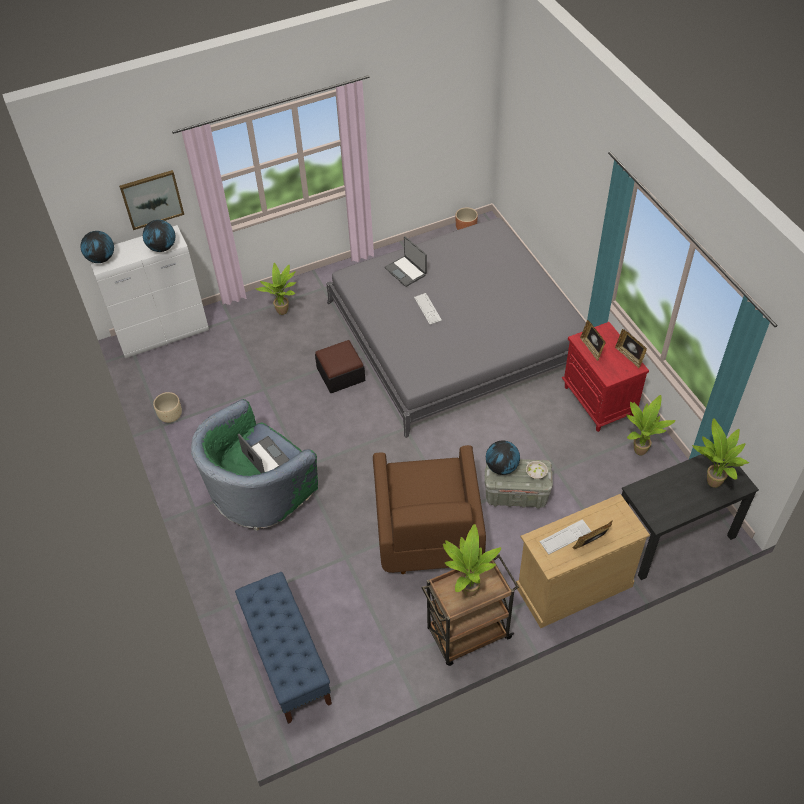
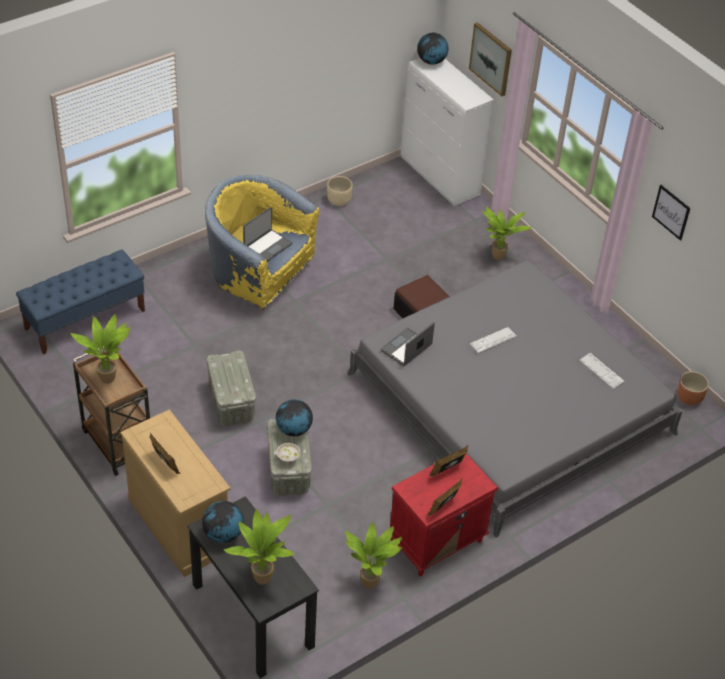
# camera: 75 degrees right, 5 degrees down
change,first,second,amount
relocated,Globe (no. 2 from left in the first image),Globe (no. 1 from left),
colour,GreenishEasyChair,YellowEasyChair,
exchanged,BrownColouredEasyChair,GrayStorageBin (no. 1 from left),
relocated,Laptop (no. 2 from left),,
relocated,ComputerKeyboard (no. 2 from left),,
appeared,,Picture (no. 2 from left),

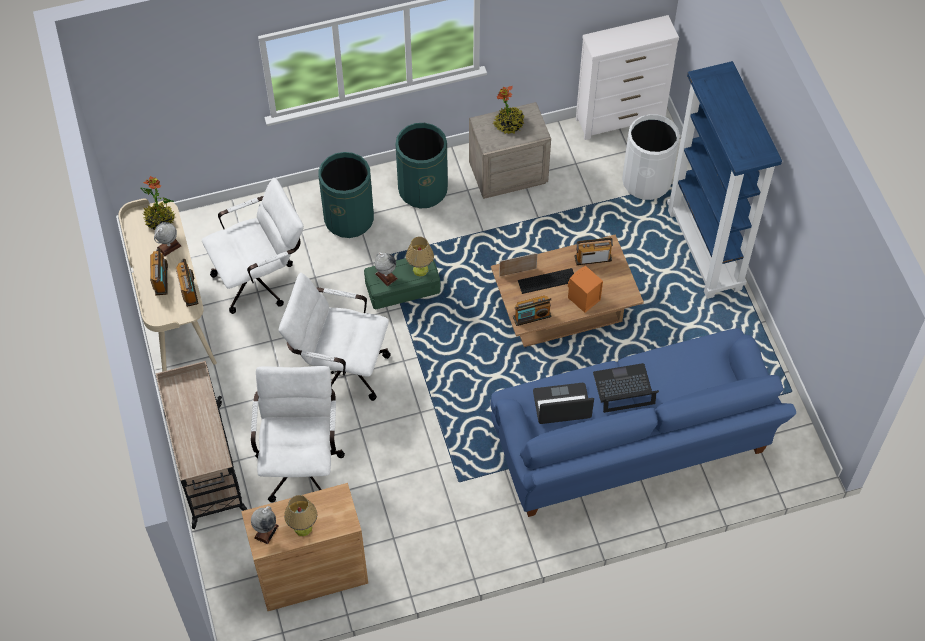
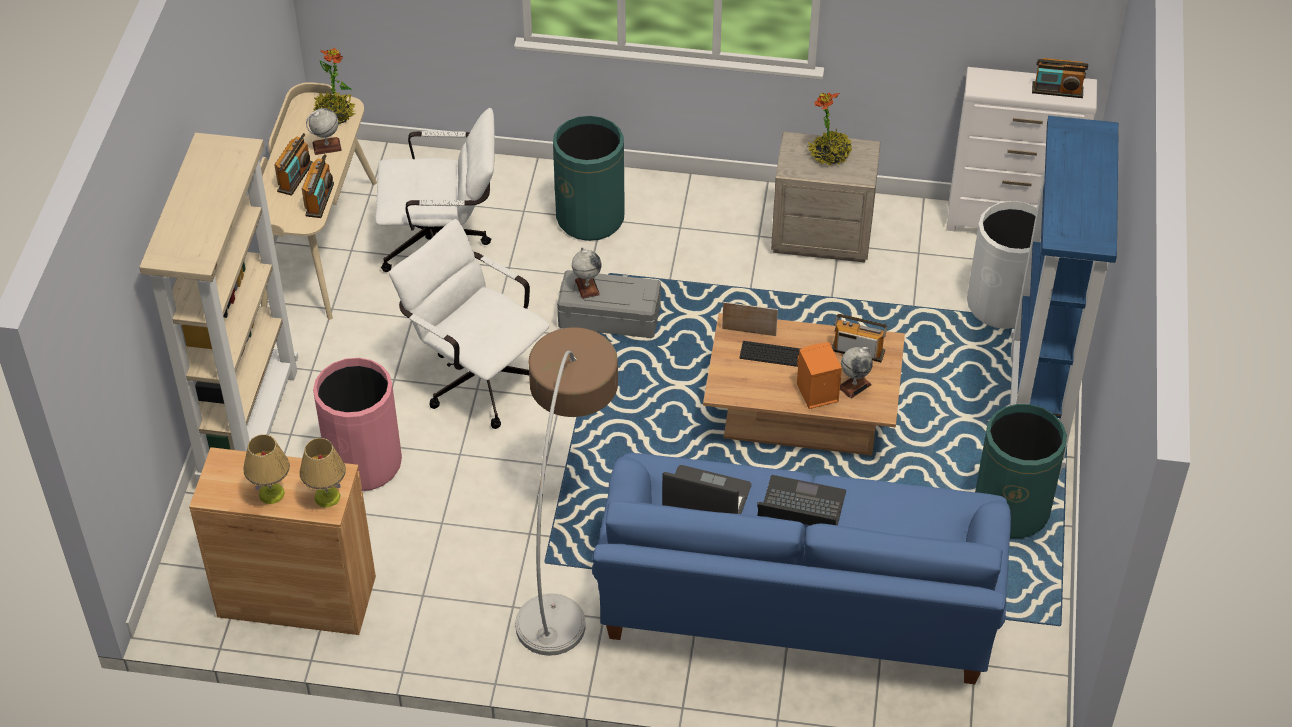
# camera: 25 degrees right, 10 degrees down
change,first,second,amount
exchanged,BeigeCart,BeigeShelvingUnit,
relocated,TabletopLamp (no. 2 from left),,
exchanged,WhiteColouredComputerChair (no. 2 from left),PinkishWasteBin,
appeared,,StandingLamp,
colour,GreenishStorageBin,GrayStorageBin,
relocated,Globe (no. 2 from left in the first image),Globe (no. 3 from left),
relocated,GreenishWasteBin (no. 2 from left),,
relocated,RadioReceiver (no. 3 from left in the first image),RadioReceiver (no. 4 from left),

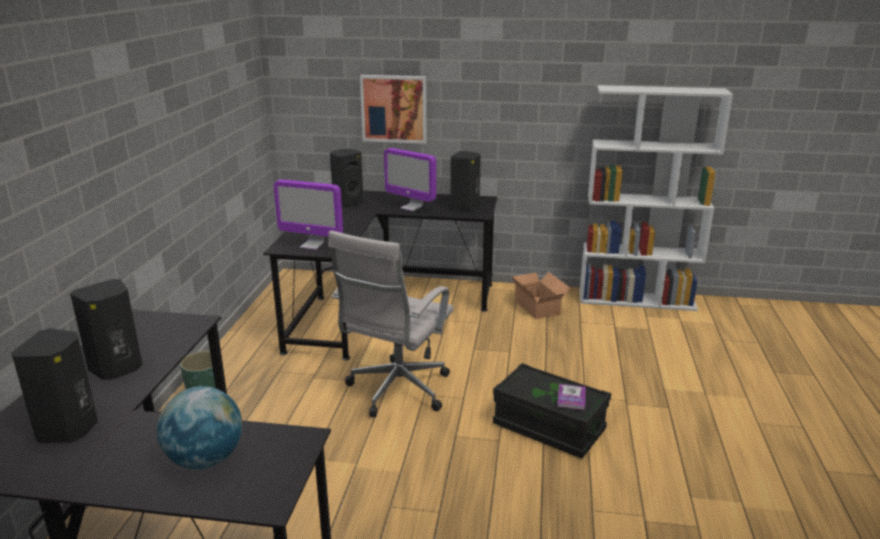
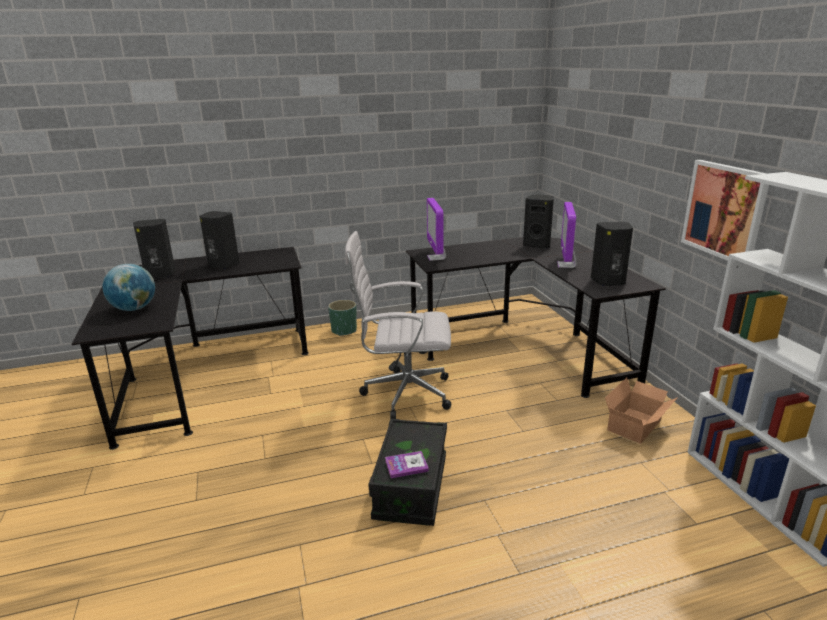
# camera: 65 degrees right, 0 degrees up
change,first,second,amount
relocated,Picture,,

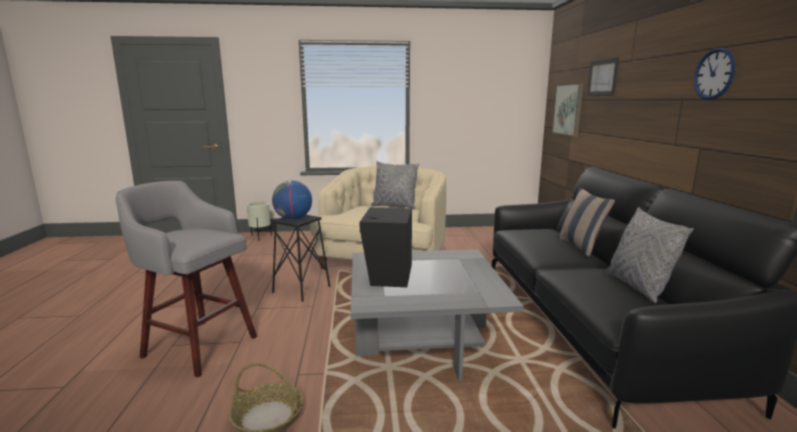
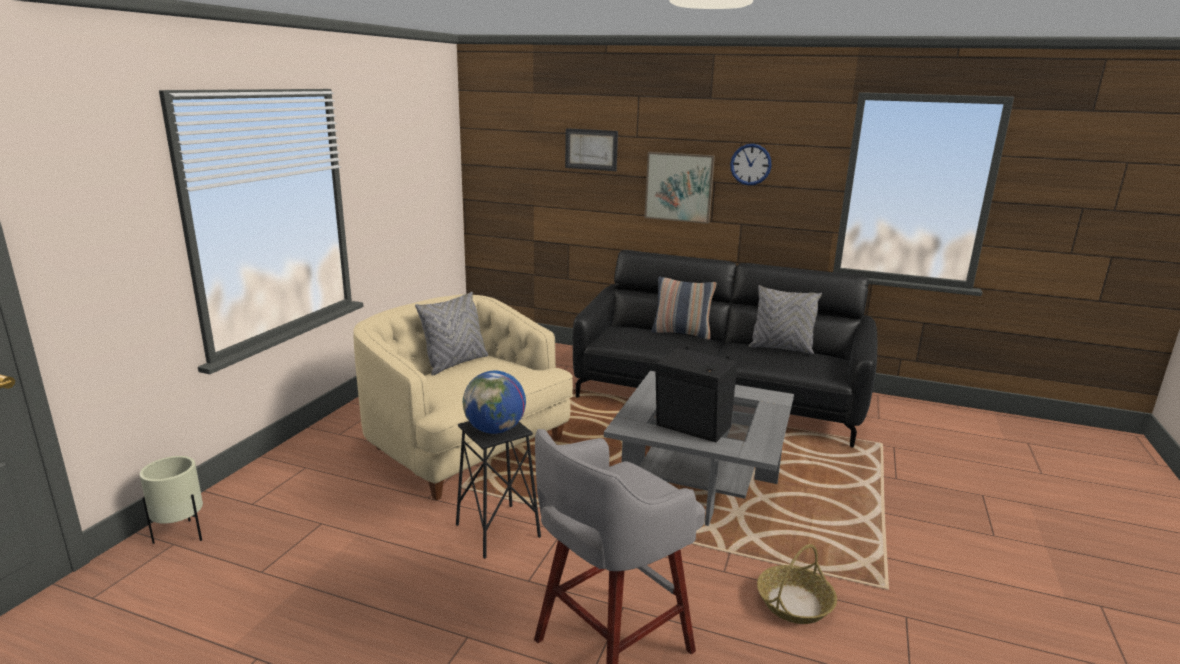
# camera: 65 degrees left, 5 degrees up
change,first,second,amount
relocated,Picture (no. 1 from left in the first image),Picture (no. 2 from left),

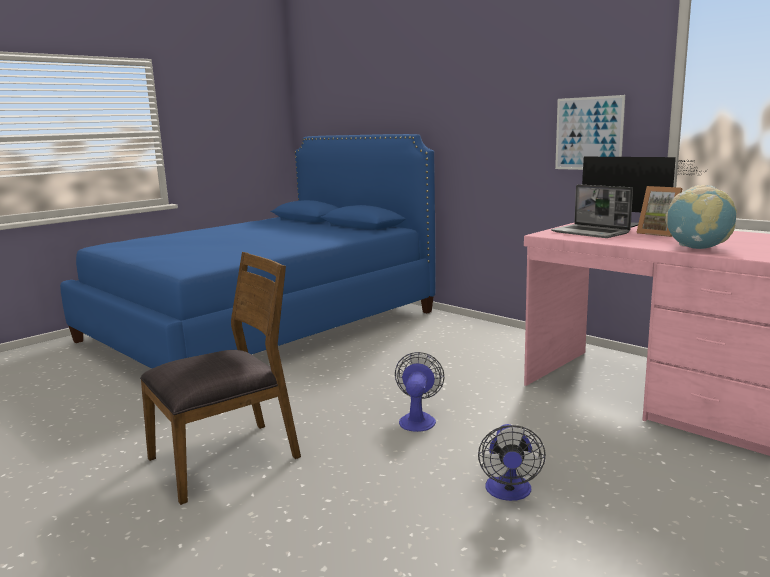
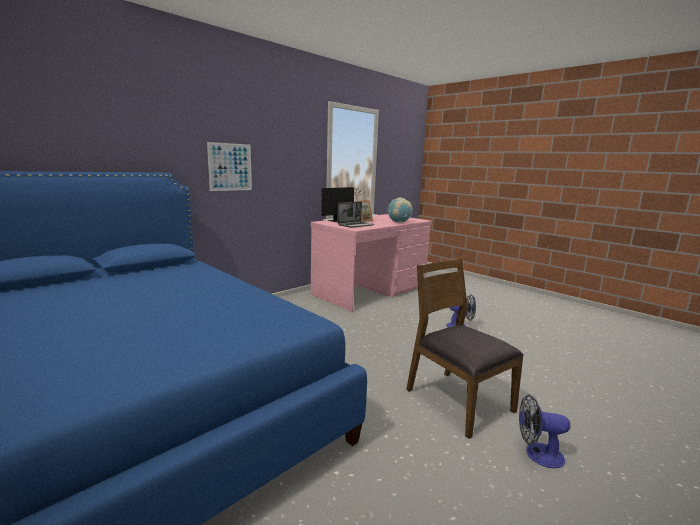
# camera: 90 degrees left, 0 degrees up
change,first,second,amount
relocated,Picture,,
relocated,CoolingFan (no. 1 from left in the first image),CoolingFan (no. 2 from left),

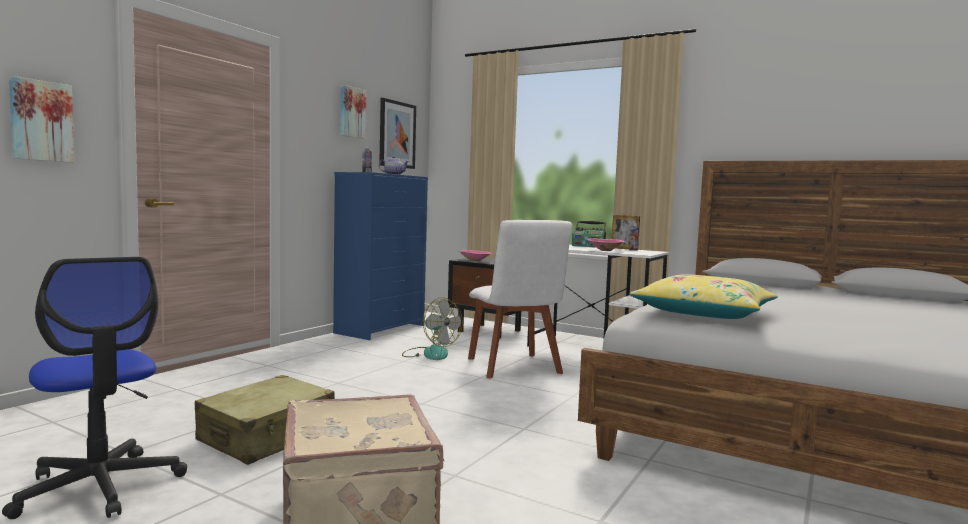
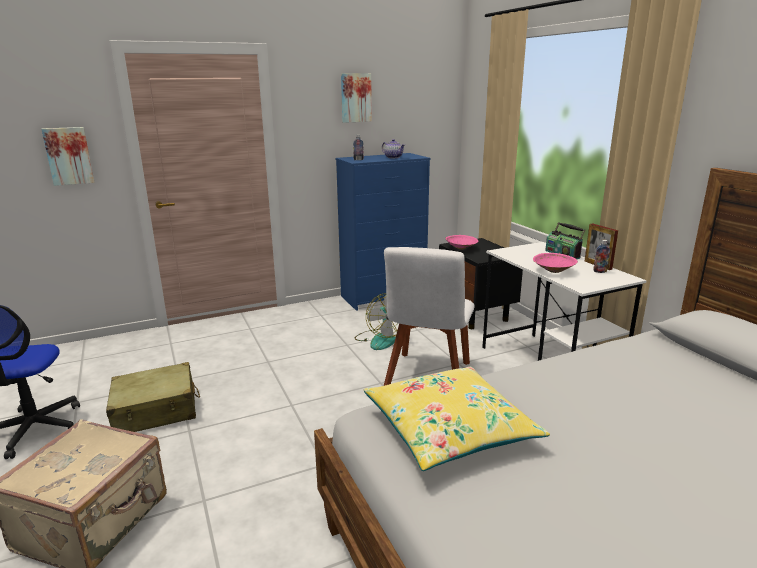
# camera: 35 degrees right, 15 degrees up
change,first,second,amount
missing,Picture (no. 3 from left),,

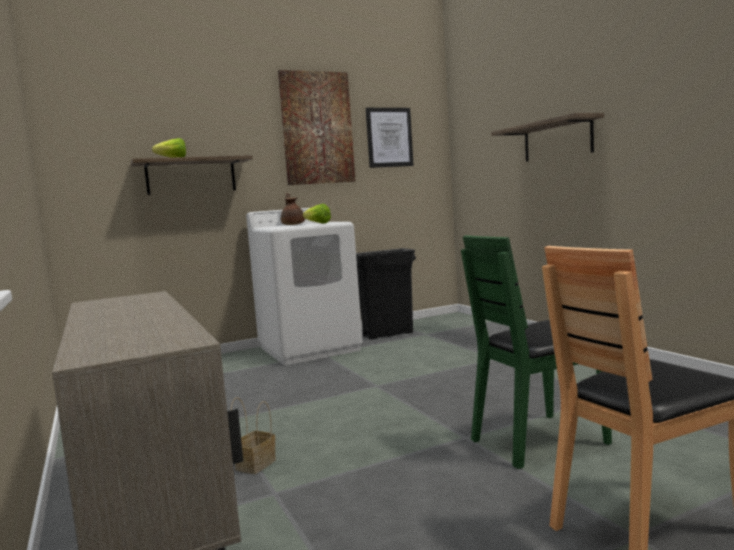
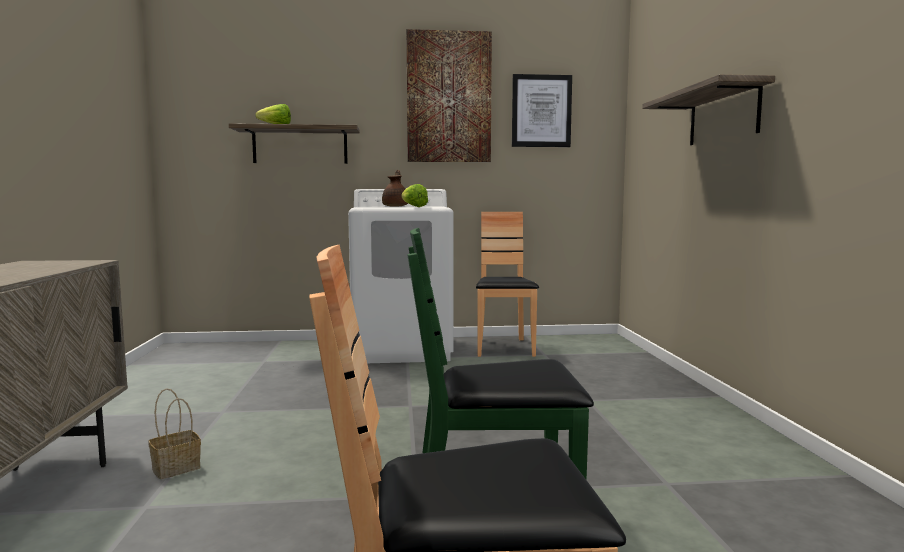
# camera: 20 degrees right, 0 degrees up
change,first,second,amount
exchanged,BlackishWasteBin,BrownColouredPlainChair (no. 2 from left),

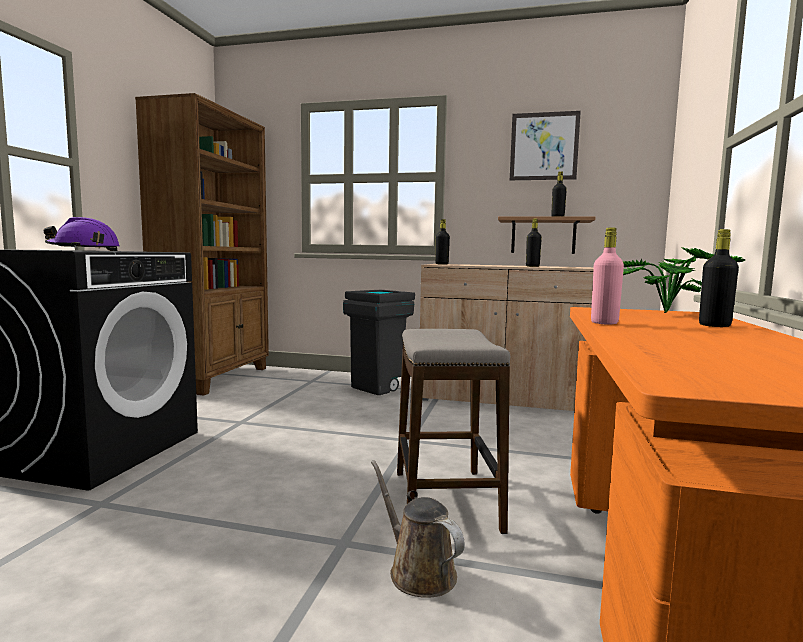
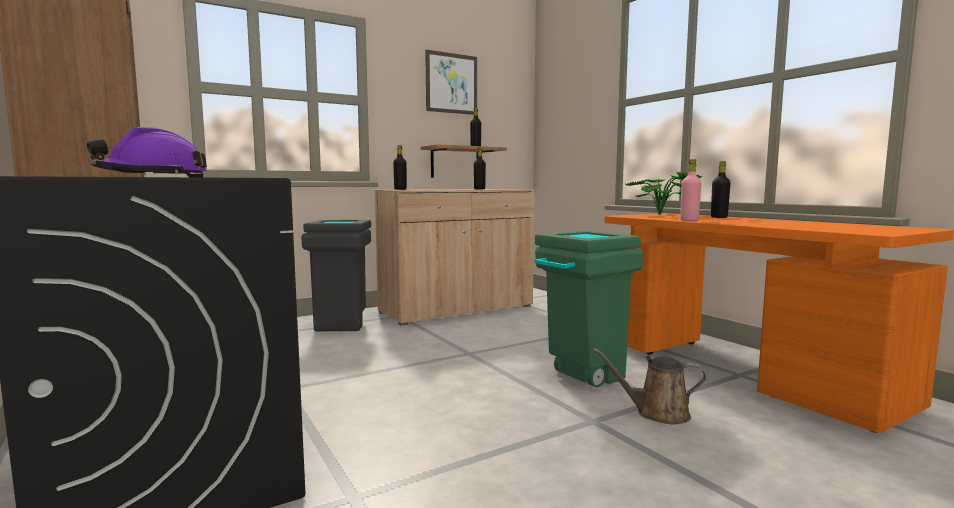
# camera: 45 degrees left, 0 degrees up
change,first,second,amount
exchanged,SittingStool,GreenishWasteBin,

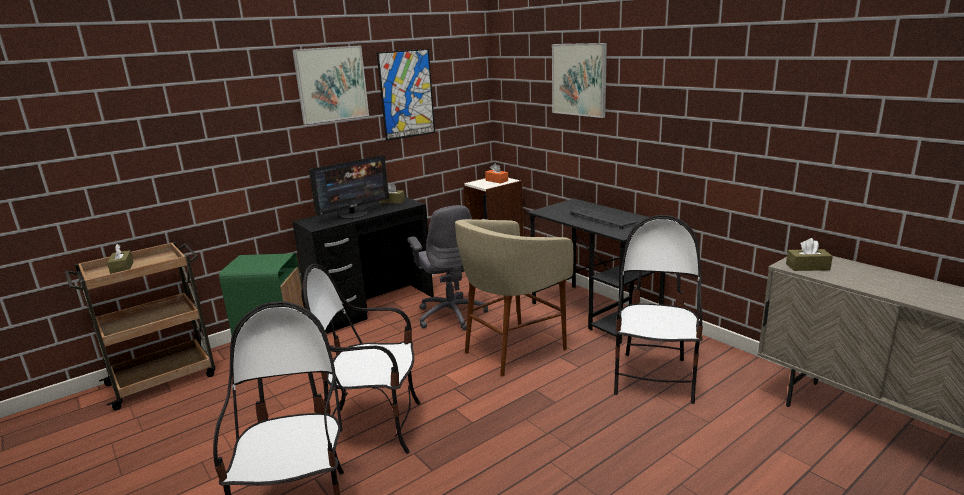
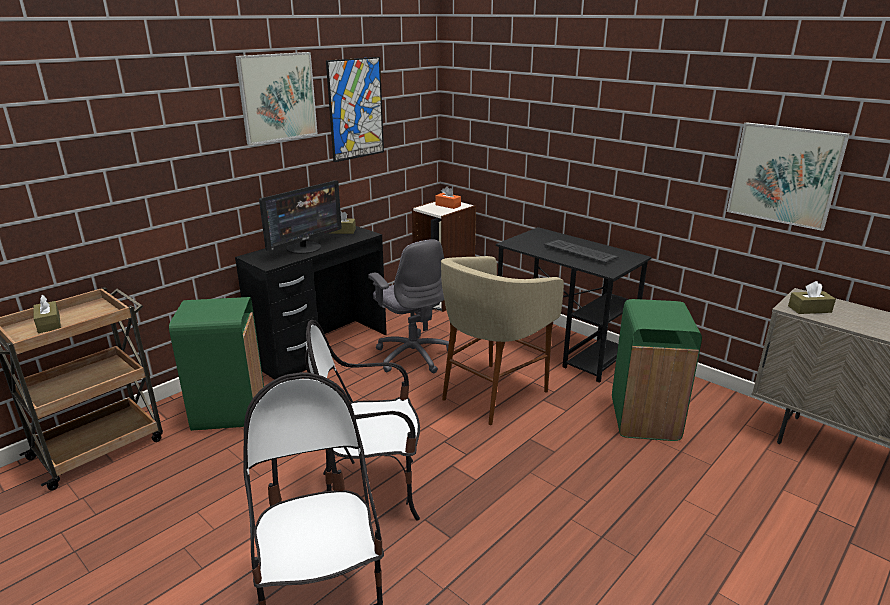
# camera: 10 degrees left, 5 degrees up
change,first,second,amount
exchanged,PlainChair (no. 3 from left),GreenishWasteBin (no. 2 from left),
relocated,Picture (no. 3 from left),,

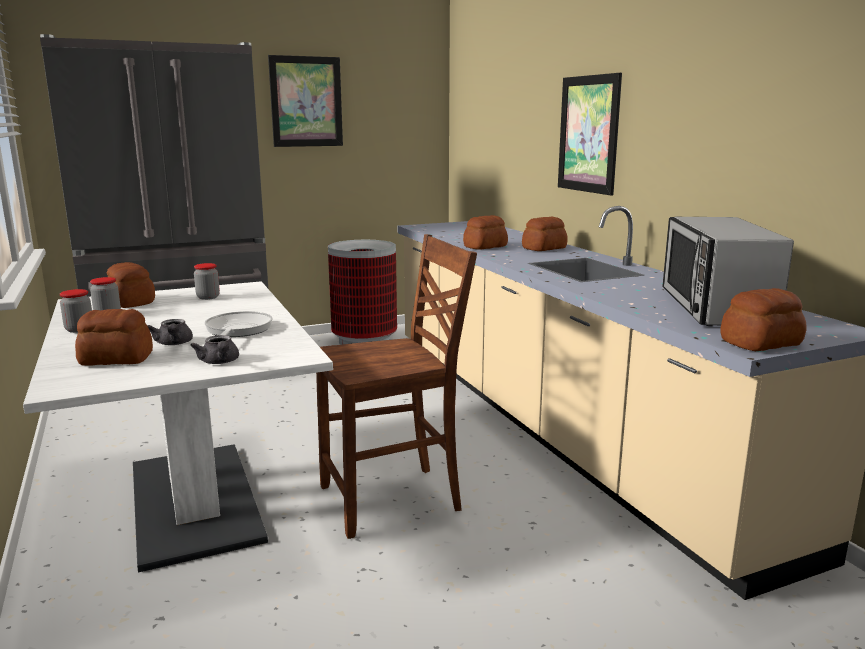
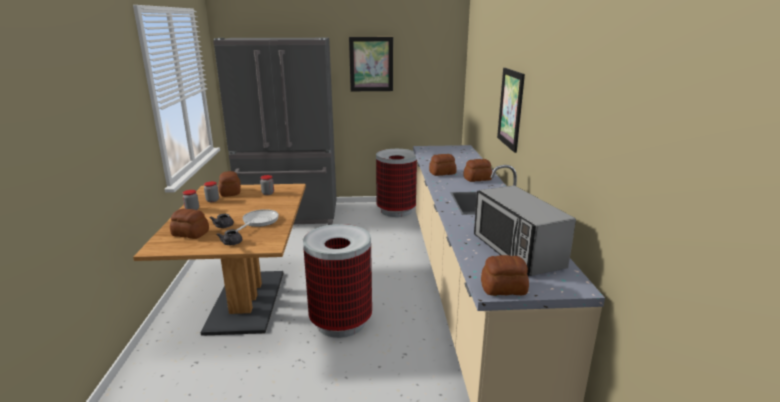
# camera: 20 degrees right, 5 degrees up
change,first,second,amount
colour,WhiteColouredDinnerTable,BrownColouredDinnerTable,
exchanged,BrownColouredPlainChair,WasteBin (no. 1 from left),
spun,Microwave,,45 degrees counterclockwise

